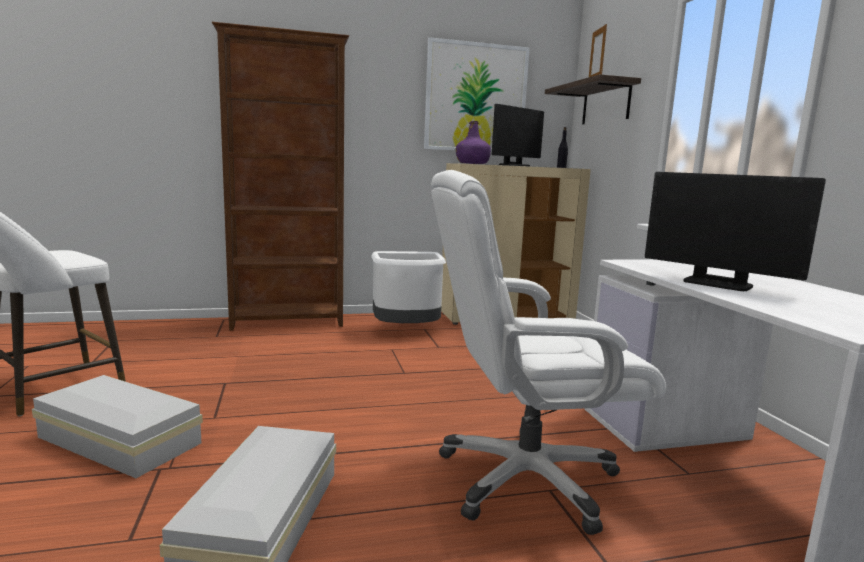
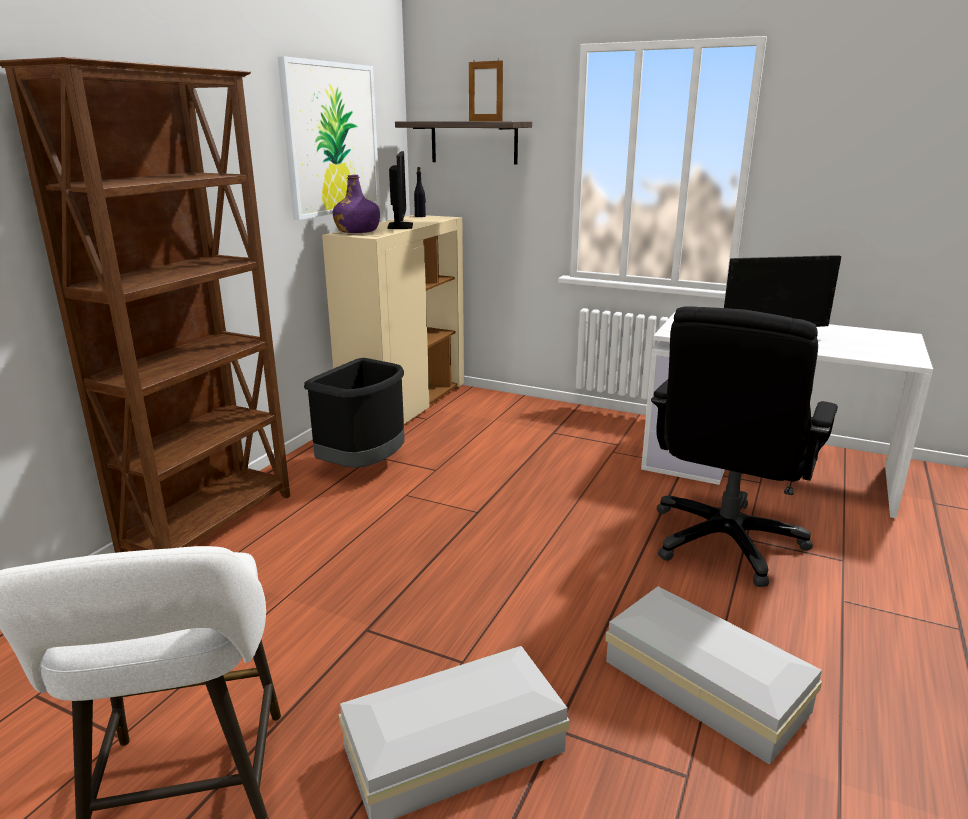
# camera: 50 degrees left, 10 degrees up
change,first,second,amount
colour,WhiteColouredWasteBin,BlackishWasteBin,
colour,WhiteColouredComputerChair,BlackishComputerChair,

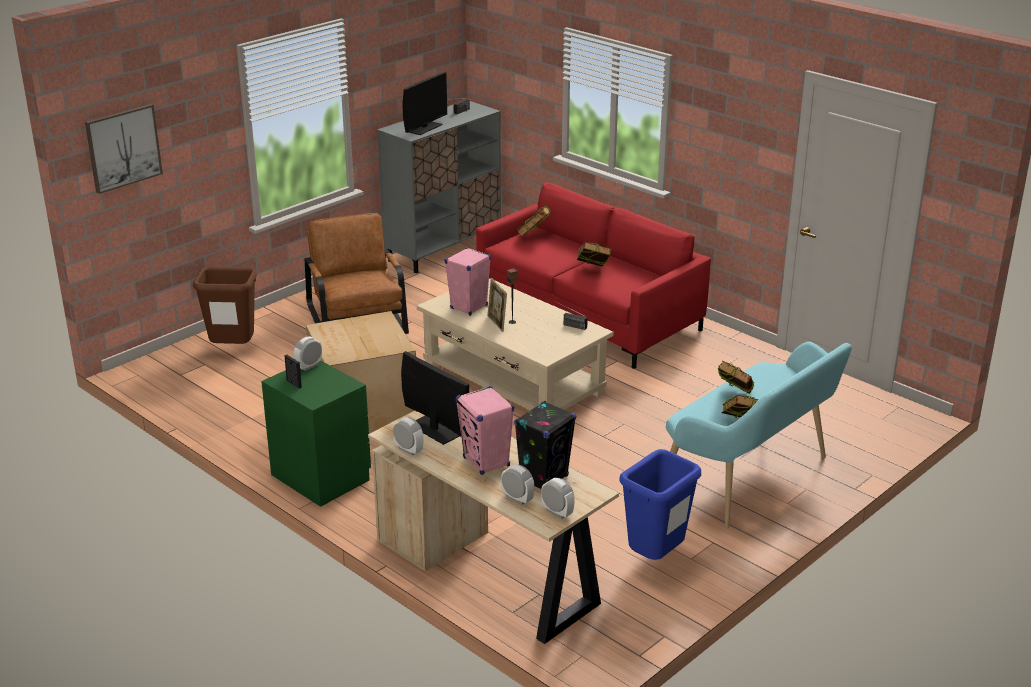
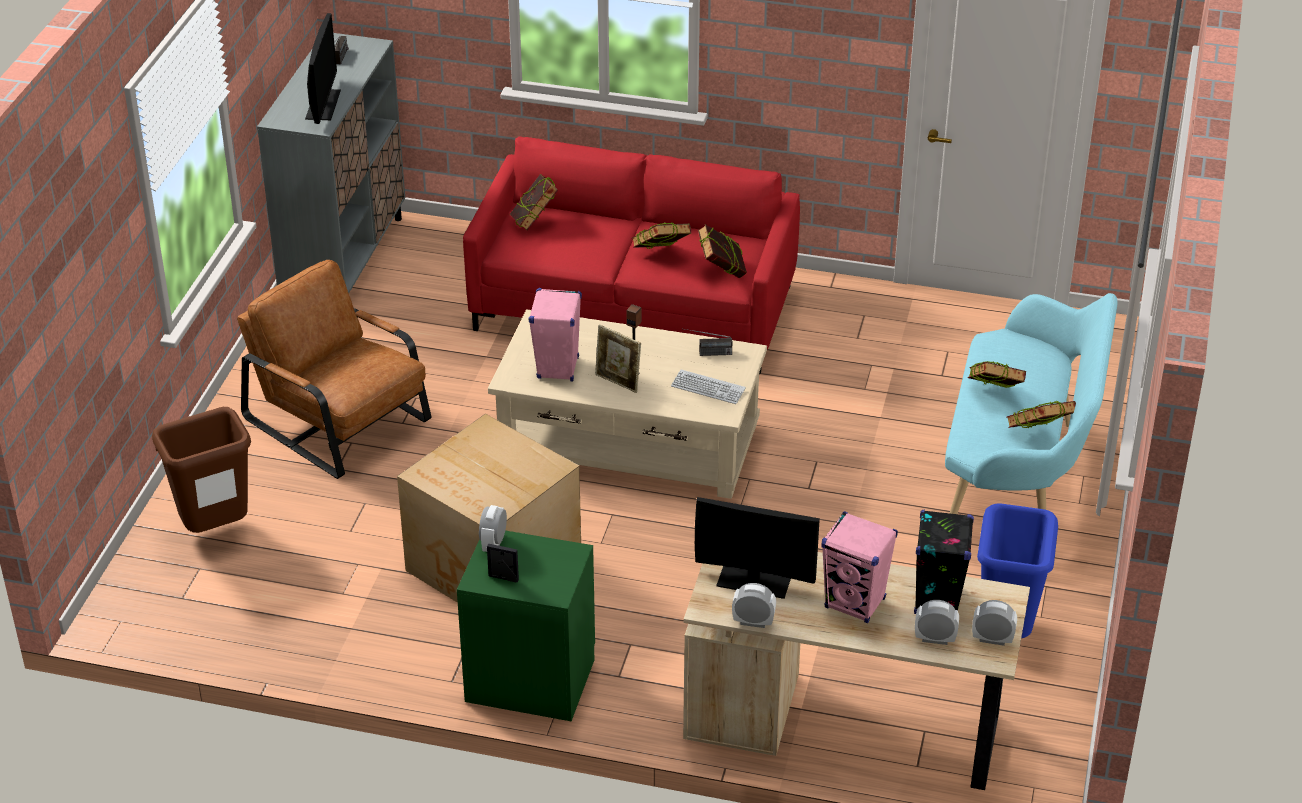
# camera: 30 degrees left, 10 degrees up
change,first,second,amount
appeared,,ComputerKeyboard,
appeared,,Volume (no. 3 from left),
missing,Picture,,

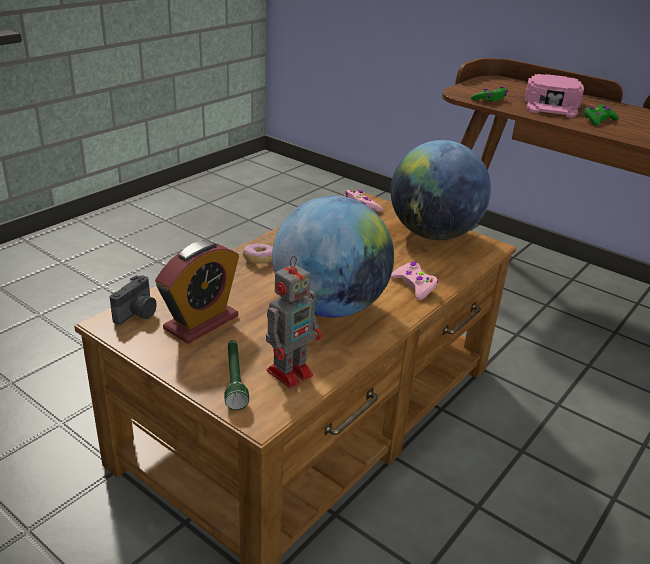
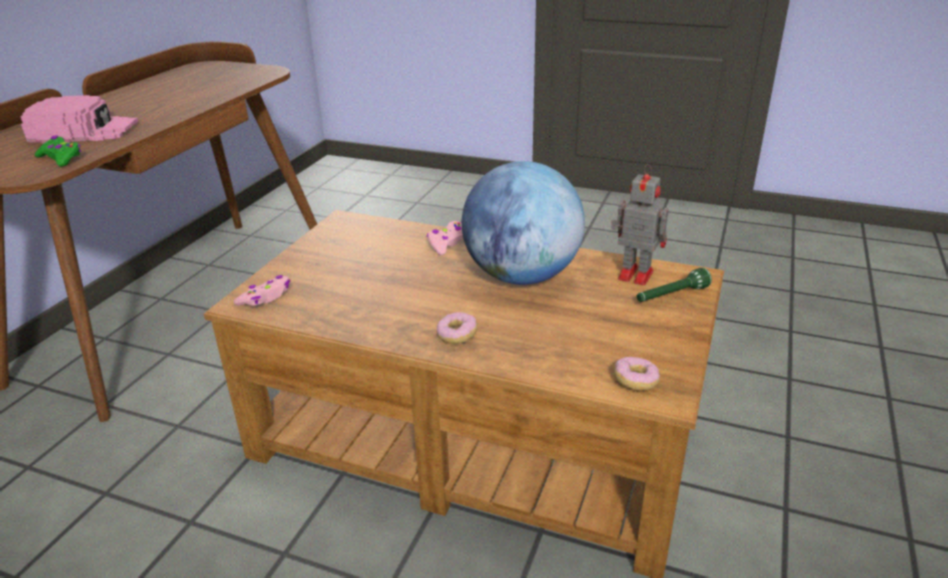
# camera: 105 degrees left, 0 degrees up
change,first,second,amount
exchanged,PhotoCamera,RingDoughnut (no. 2 from left),
missing,AlarmClock,,
missing,Globe (no. 2 from left),,
missing,GreenishGamepad (no. 2 from left),,

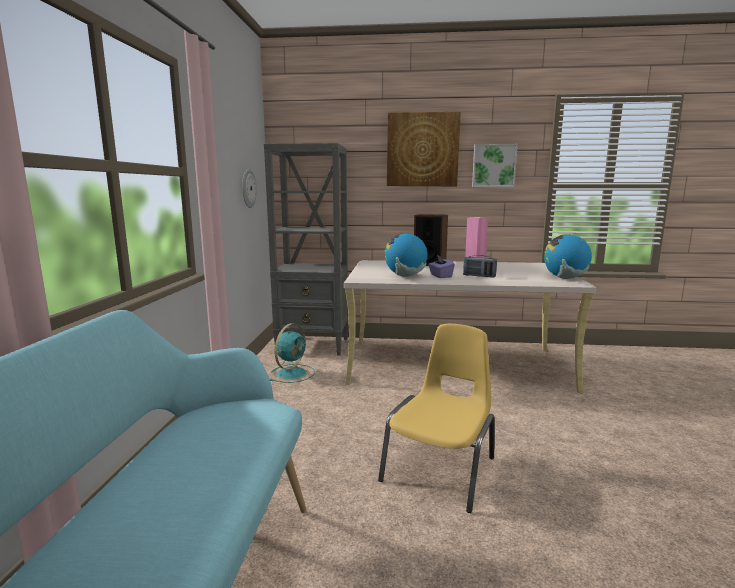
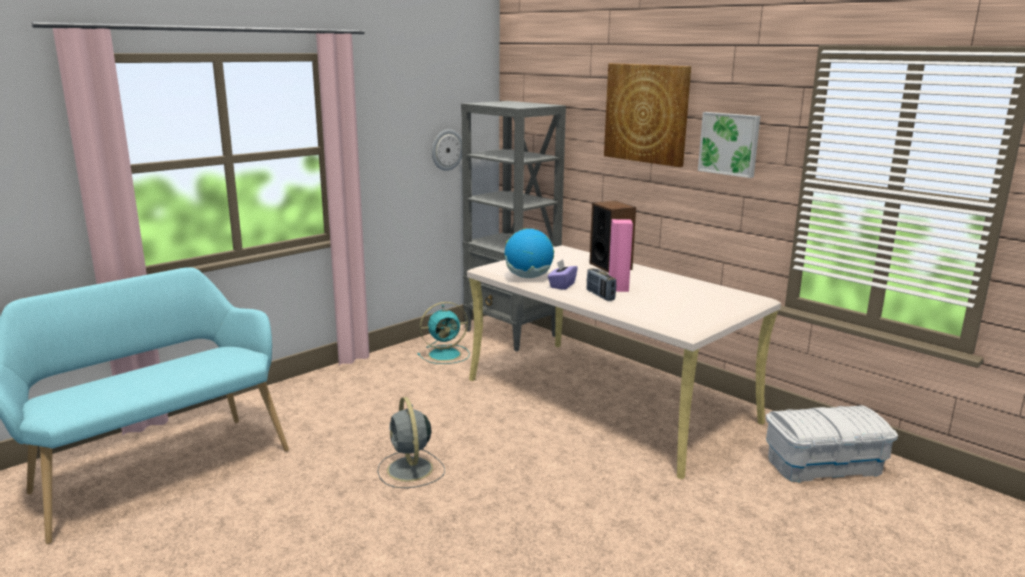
# camera: 40 degrees right, 5 degrees up
change,first,second,amount
exchanged,YellowPlainChair,GrayCoolingFan,
appeared,,WhiteColouredStorageBin,
missing,Globe (no. 2 from left),,

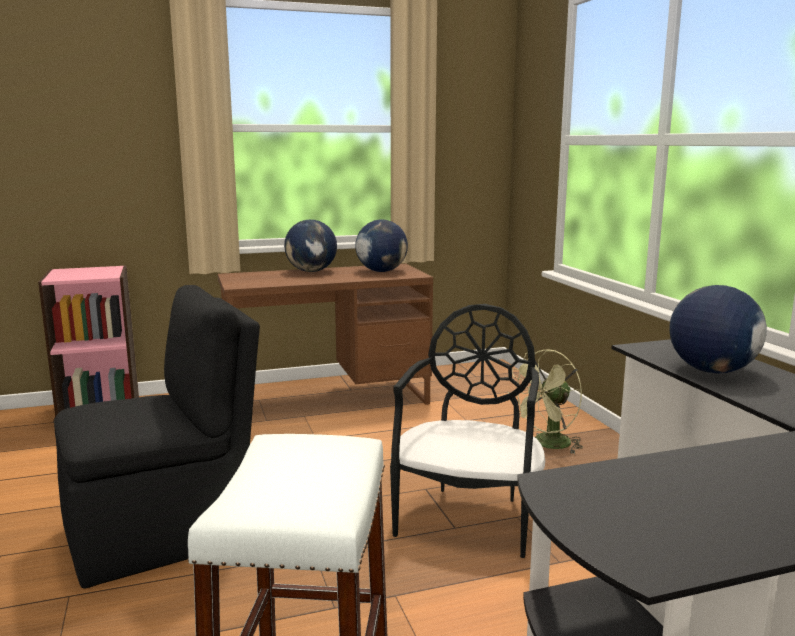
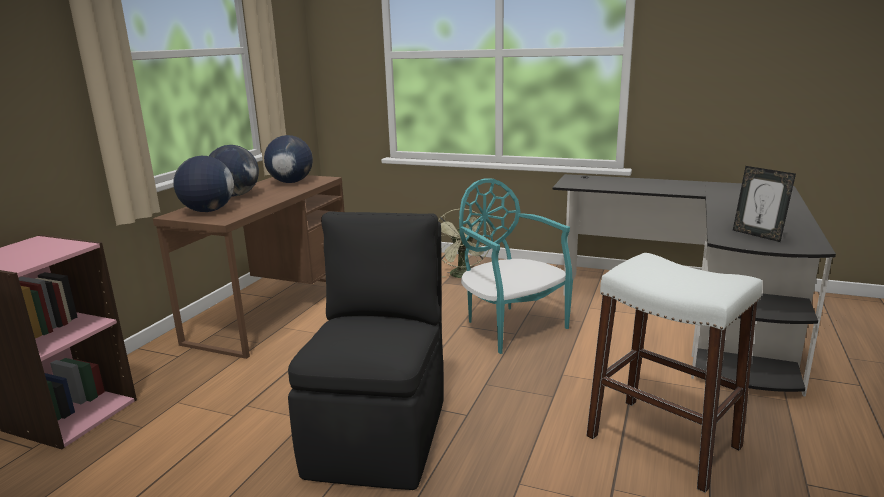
# camera: 50 degrees left, 5 degrees up
change,first,second,amount
relocated,Globe (no. 3 from left in the first image),Globe (no. 1 from left),
colour,BlackishPlainChair (no. 2 from left),TurquoiseColouredPlainChair,
appeared,,PictureFrame,

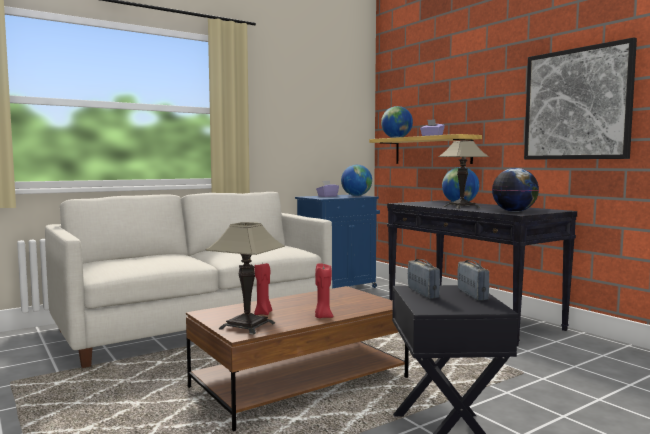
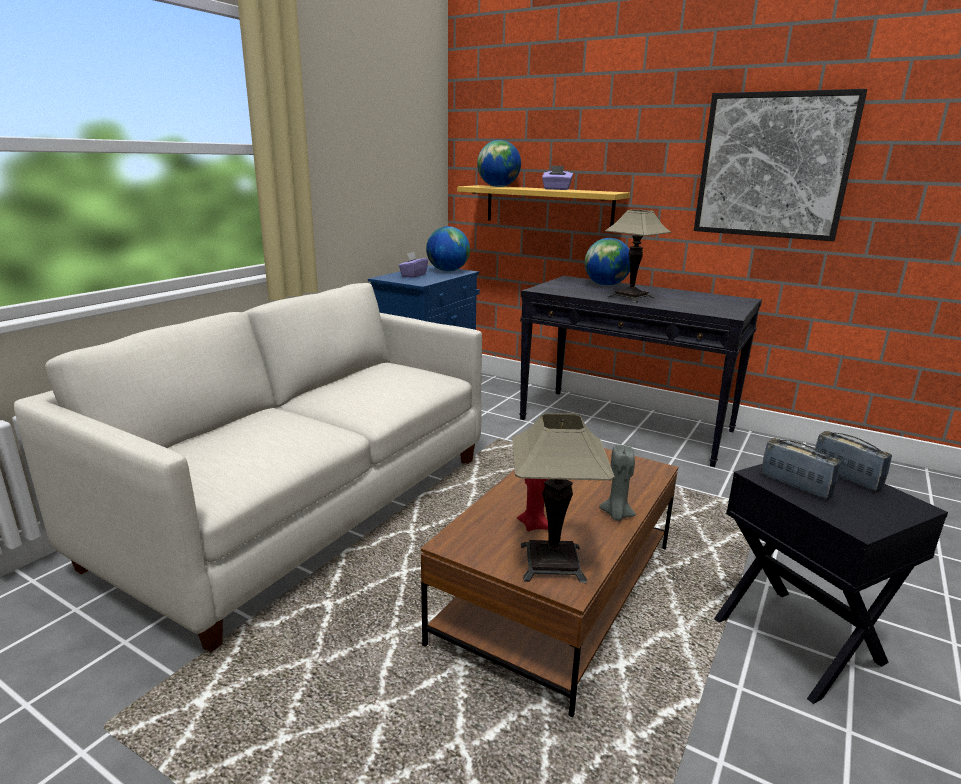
# camera: 25 degrees left, 15 degrees up
change,first,second,amount
colour,RedWaxLight (no. 2 from left),GrayWaxLight,
missing,Globe (no. 4 from left),,

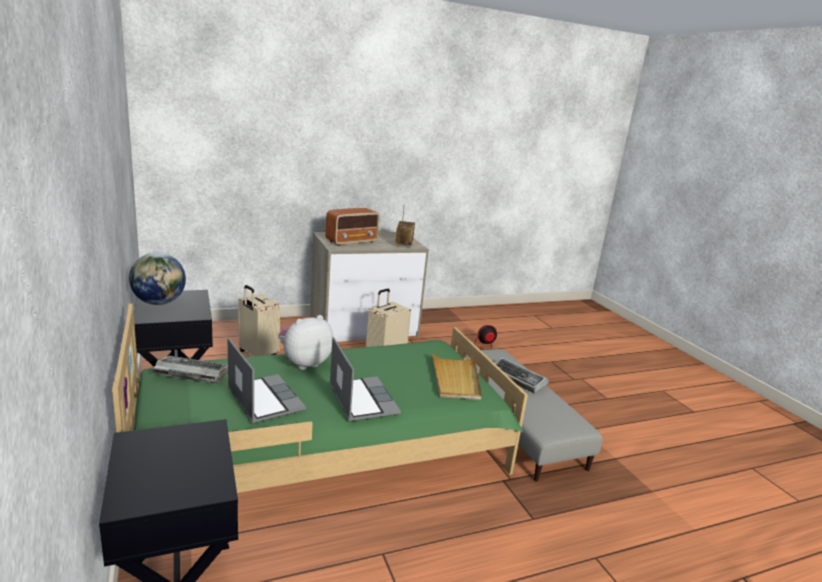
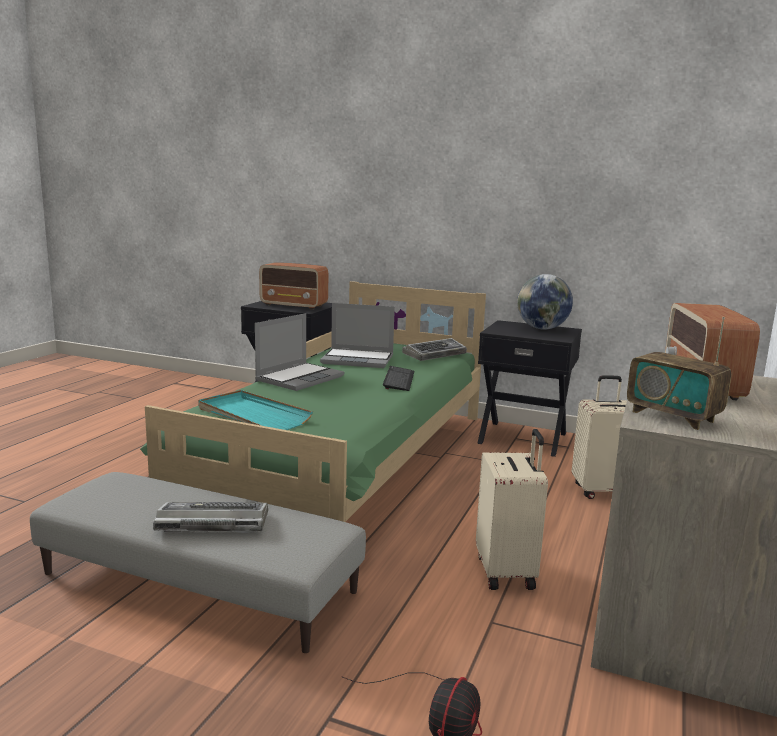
# camera: 135 degrees right, 5 degrees down
change,first,second,amount
colour,BeigeServingTray,TurquoiseColouredServingTray,
spun,Laptop (no. 2 from left in the first image),Laptop (no. 1 from left),75 degrees counterclockwise
appeared,,RadioReceiver (no. 1 from left),
exchanged,CuddlyToy,ComputerKeyboard (no. 2 from left),

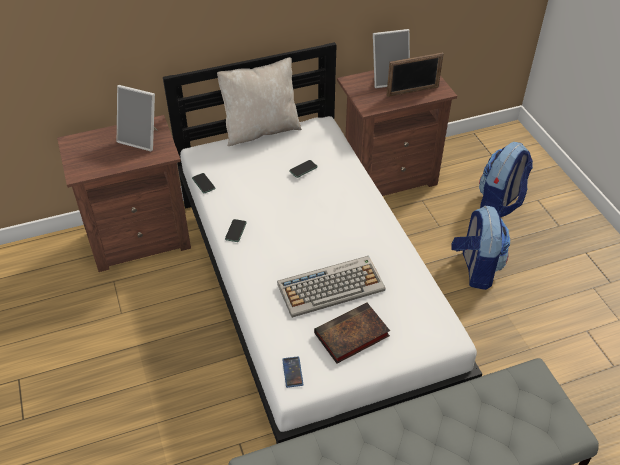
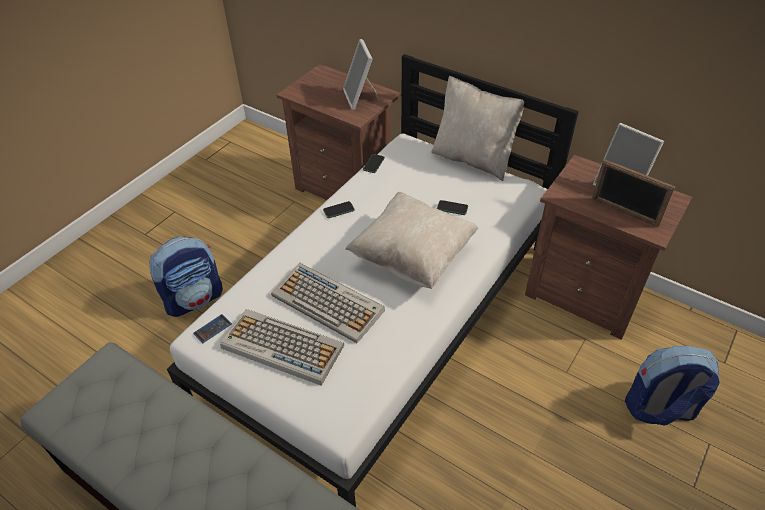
# camera: 55 degrees right, 0 degrees up
change,first,second,amount
relocated,Knapsack (no. 1 from left),,
exchanged,Volume,ComputerKeyboard (no. 1 from left),
appeared,,BeigeThrowPillow (no. 1 from left),

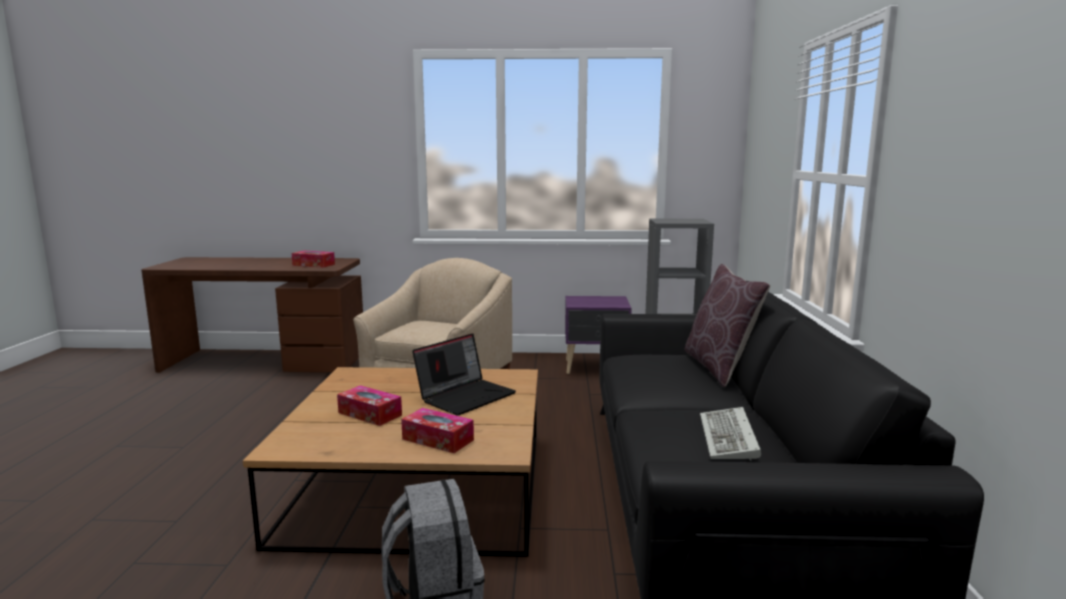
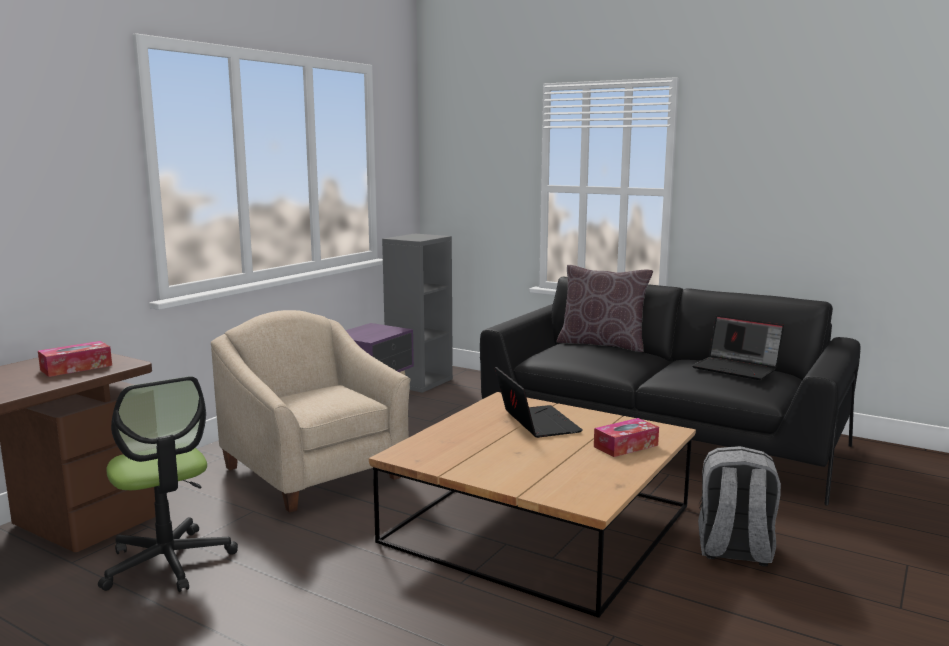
# camera: 60 degrees left, 0 degrees up
change,first,second,amount
appeared,,ComputerChair,
exchanged,ComputerKeyboard,Laptop (no. 2 from left),
missing,TissueHolder (no. 2 from left),,

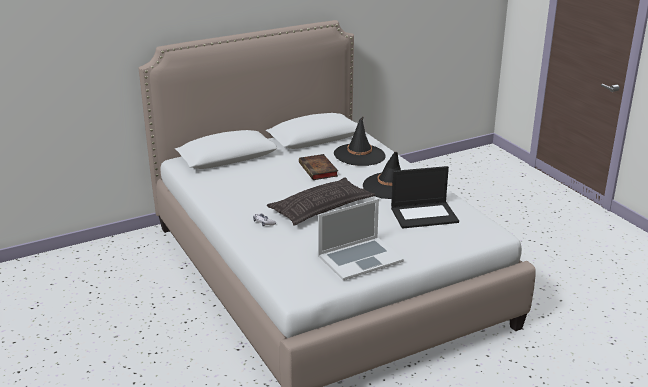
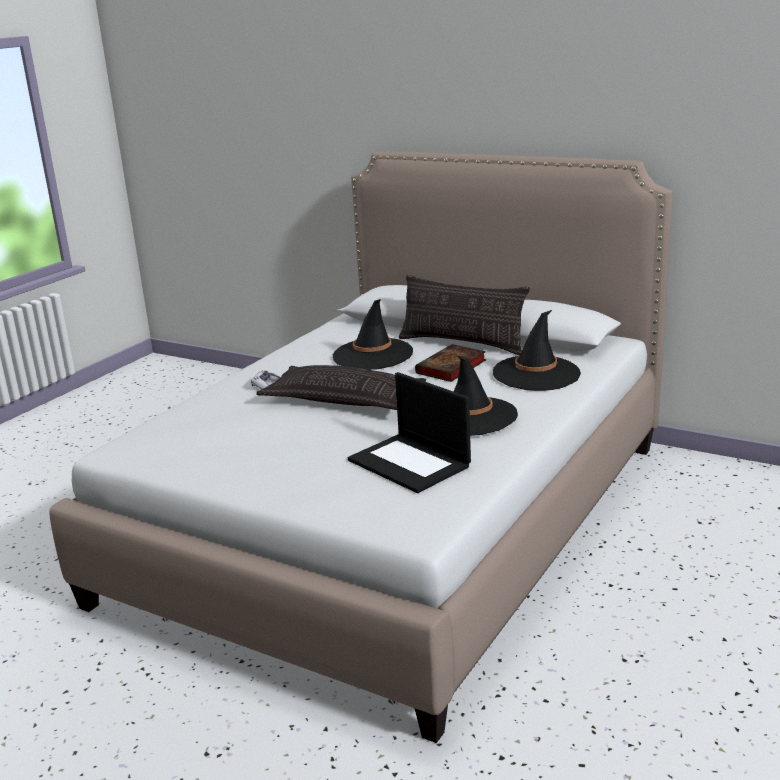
# camera: 60 degrees right, 5 degrees down
change,first,second,amount
appeared,,BlackishHat (no. 1 from left),
appeared,,ThrowPillow (no. 2 from left),
missing,Laptop (no. 1 from left),,

